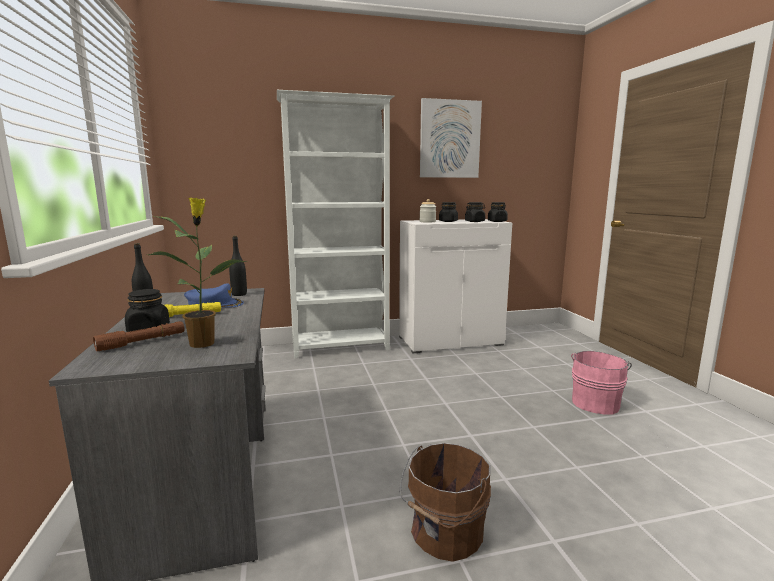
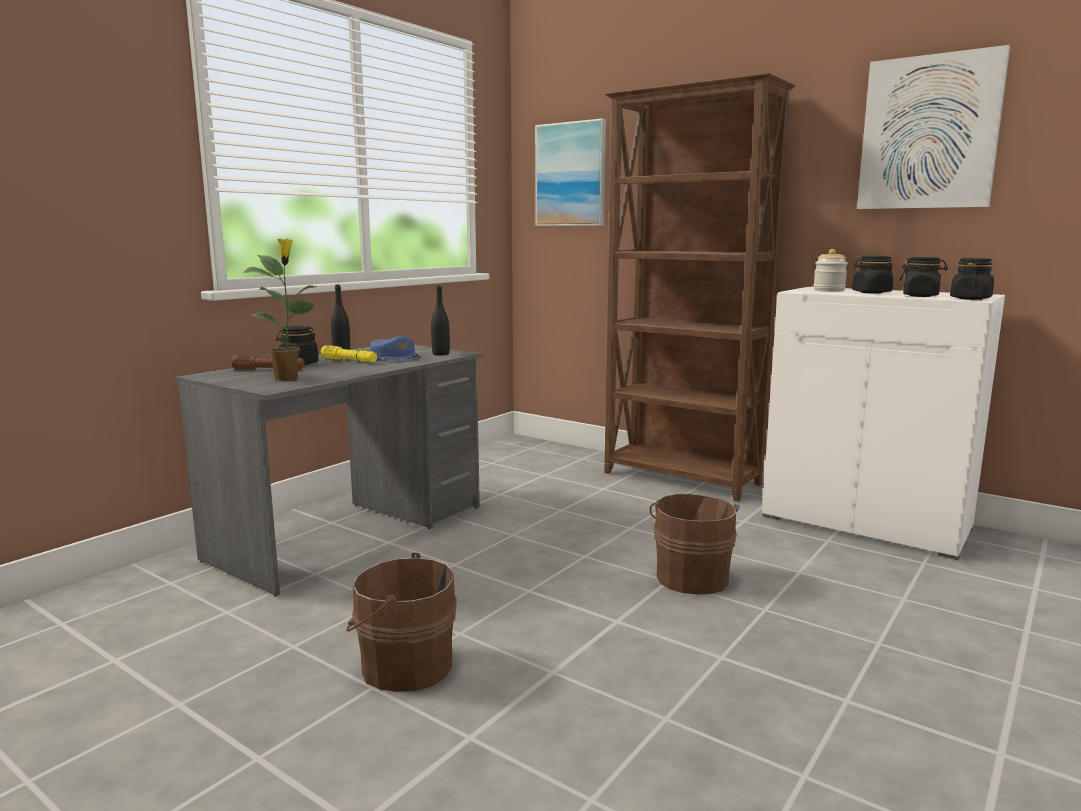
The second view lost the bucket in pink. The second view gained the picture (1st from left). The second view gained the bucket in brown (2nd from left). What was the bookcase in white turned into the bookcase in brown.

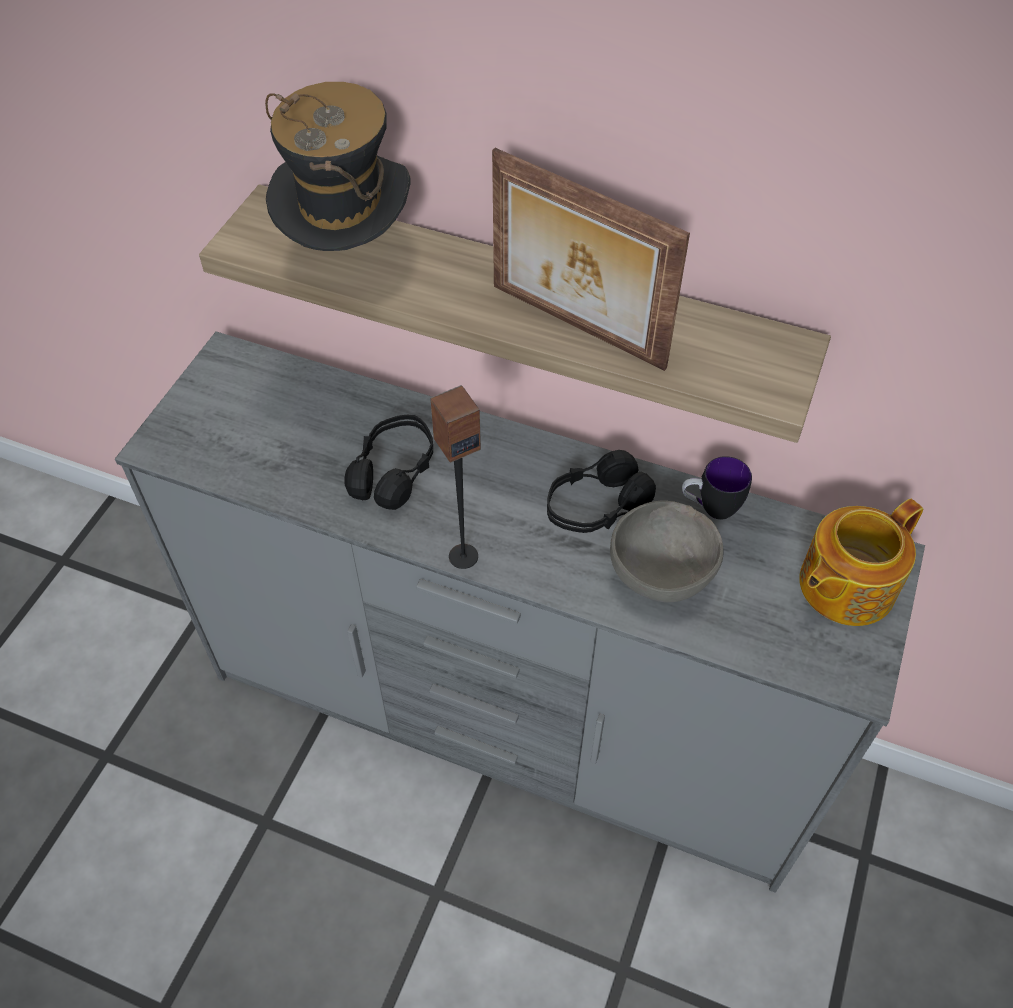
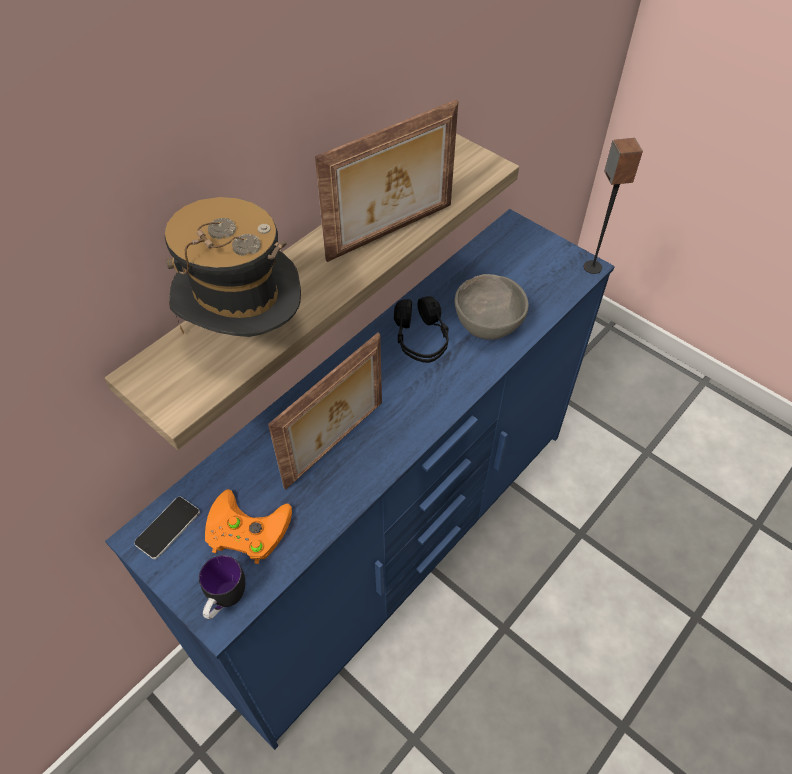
The second view lost the teapot. The second view gained the phone. The second view gained the game controller in orange. The speaker ended up elsewhere. The mug ended up elsewhere. Where the headphones in black (1st from left) stood, the picture frame (1st from left) came to stand. What was the dresser in grey turned into the dresser in blue.

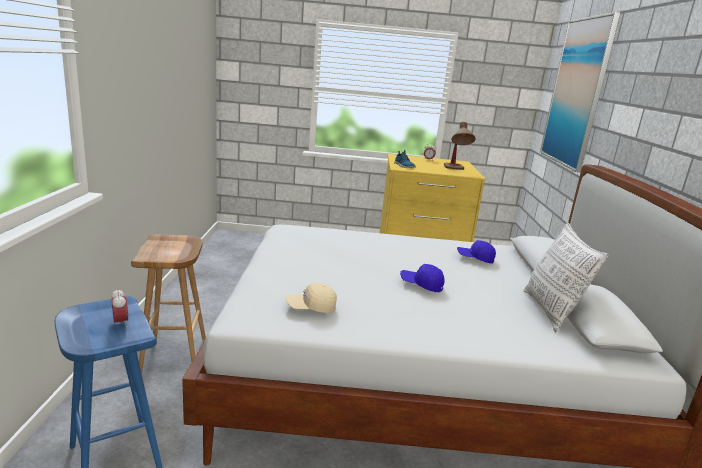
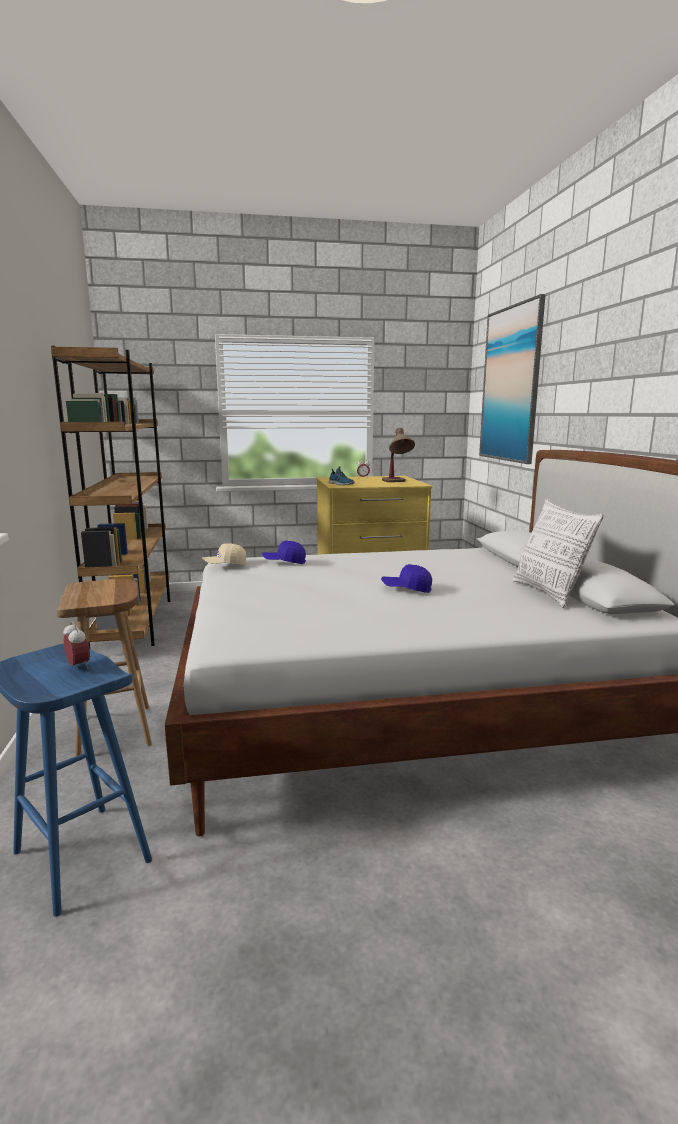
The second view gained the bookcase in brown. The cap in beige ended up elsewhere. The cap in blue (2nd from left in the first image) ended up elsewhere.

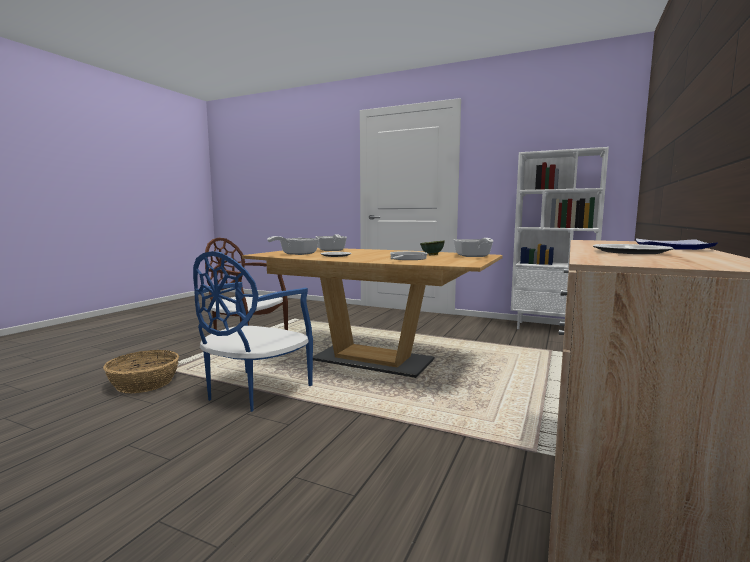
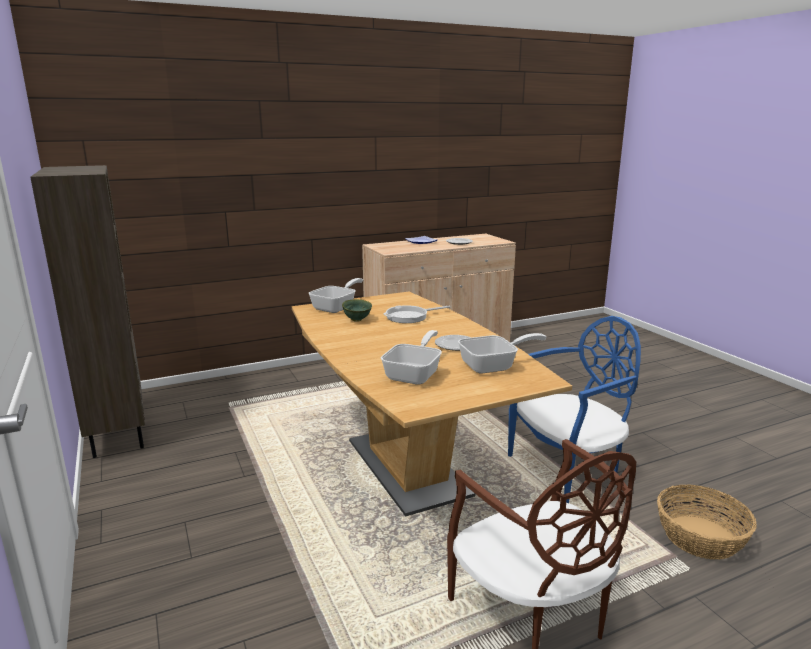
What was the bookcase in white turned into the bookcase in brown.

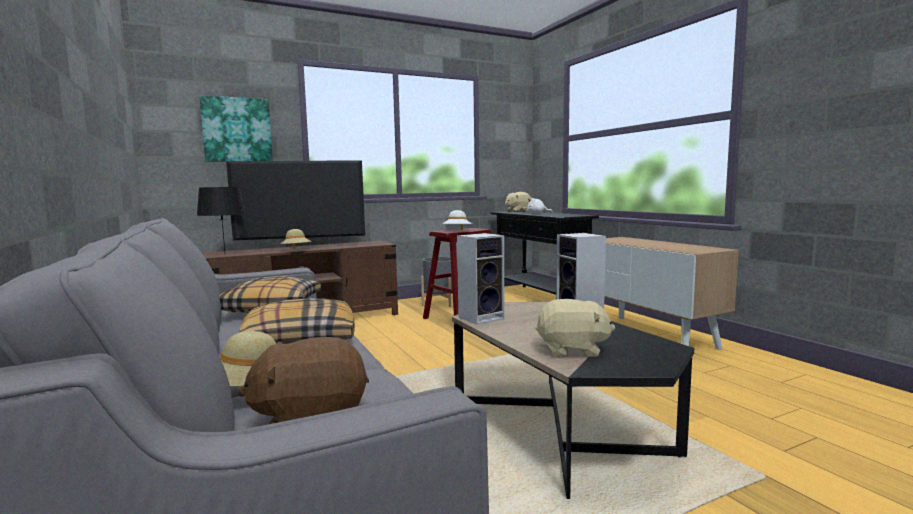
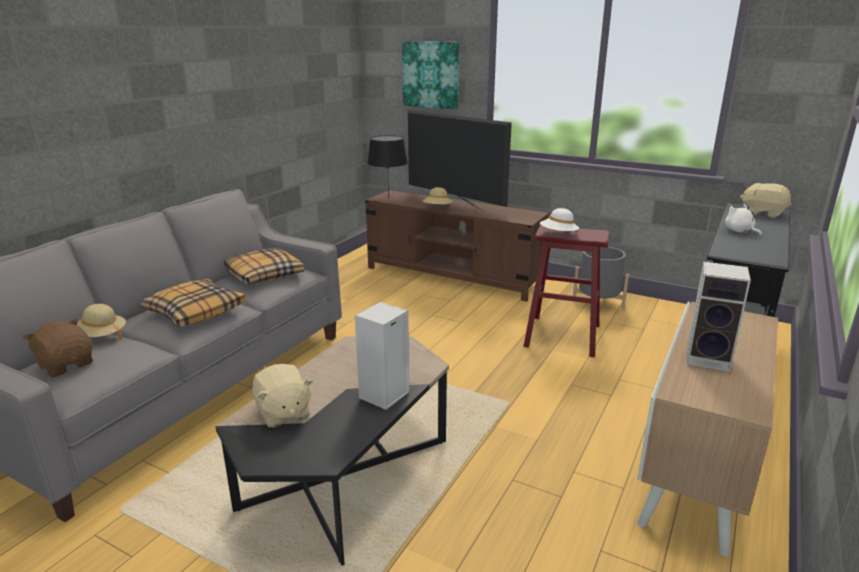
The speaker (1st from left in the first image) ended up elsewhere.

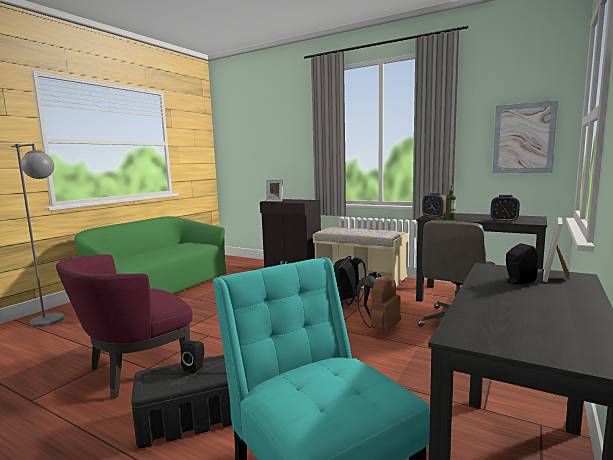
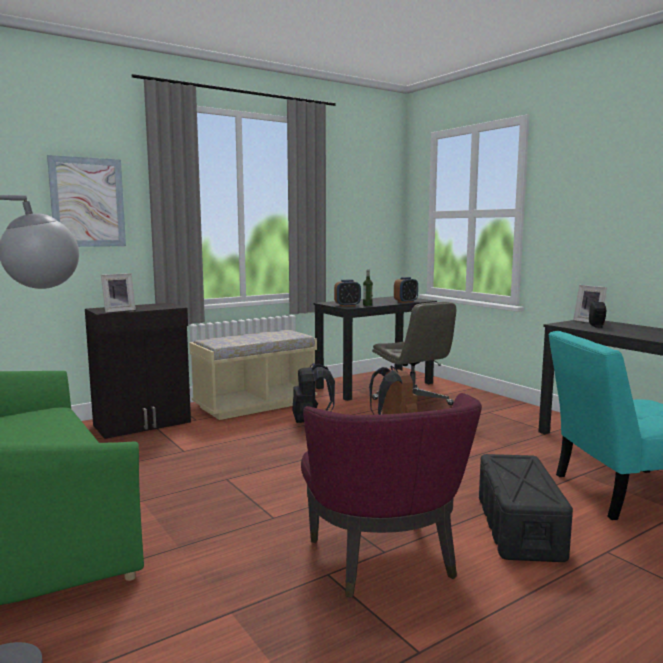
The second view lost the speaker in black (1st from left). The picture ended up elsewhere.

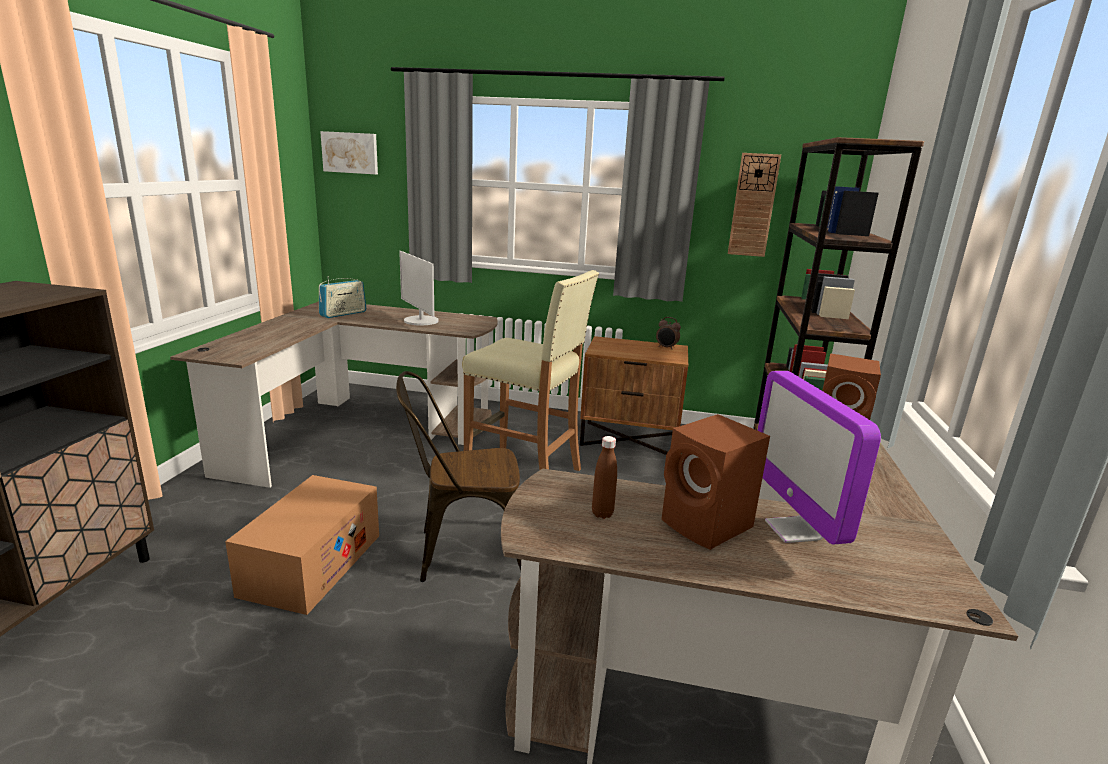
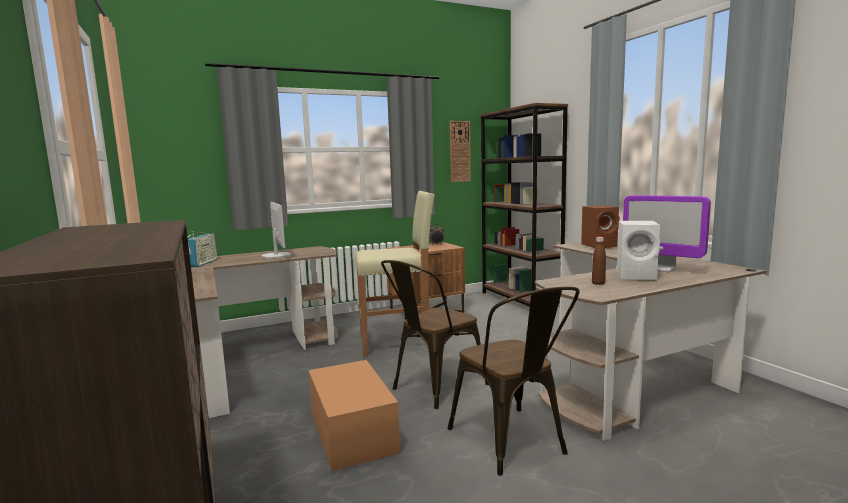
The second view lost the picture. The second view gained the chair in brown (2nd from left). What was the speaker in brown (1st from left) turned into the speaker in white. The monitor (1st from left) ended up facing another way, 135 degrees counterclockwise from before.

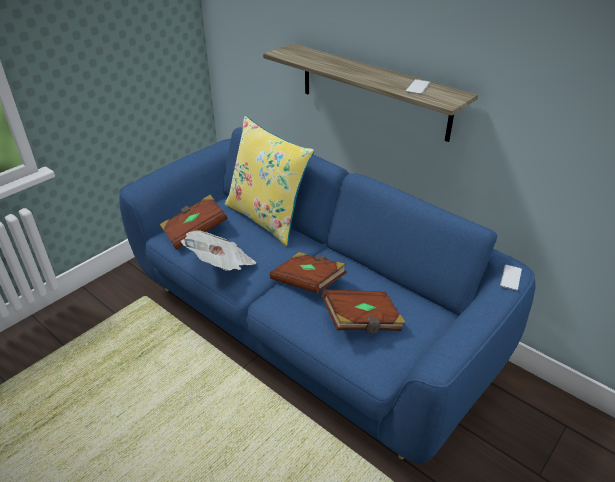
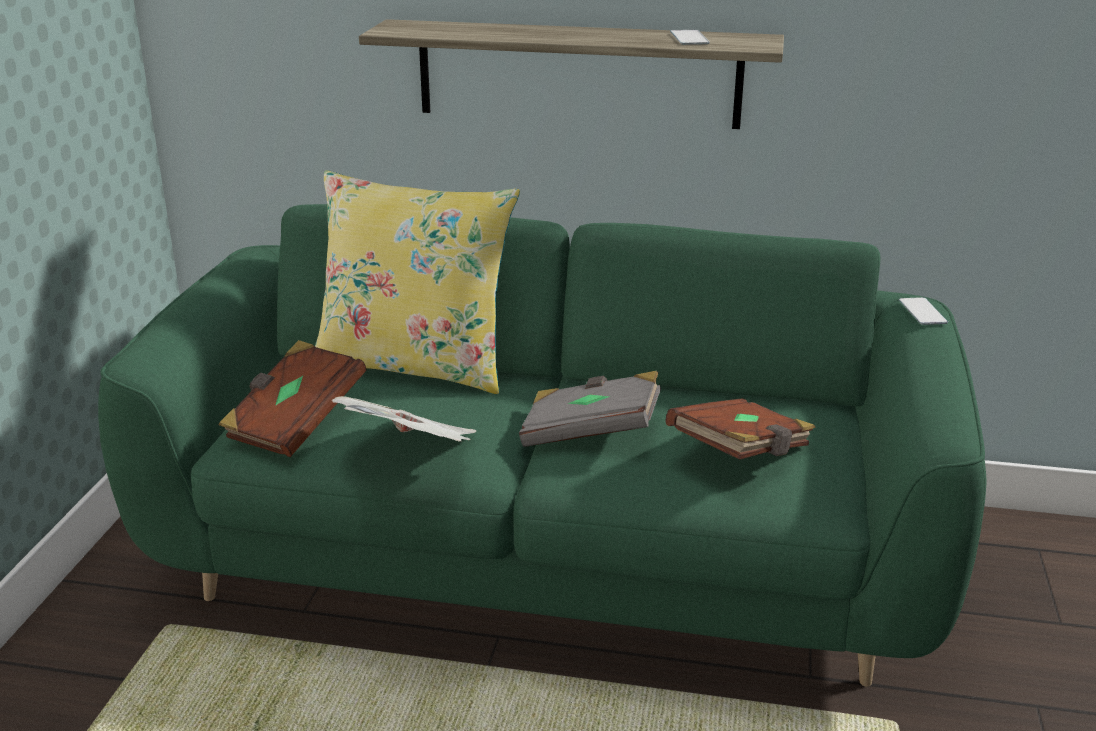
What was the sofa in blue turned into the sofa in green. What was the book in brown (2nd from left) turned into the book in grey.

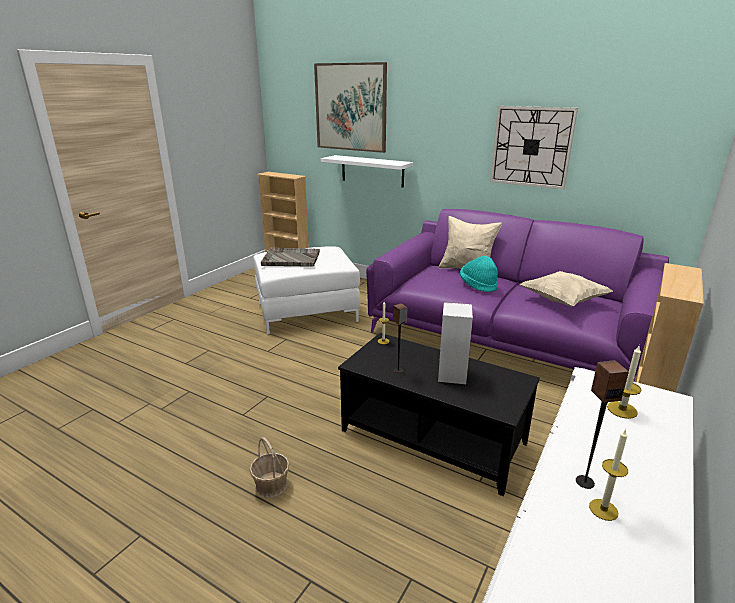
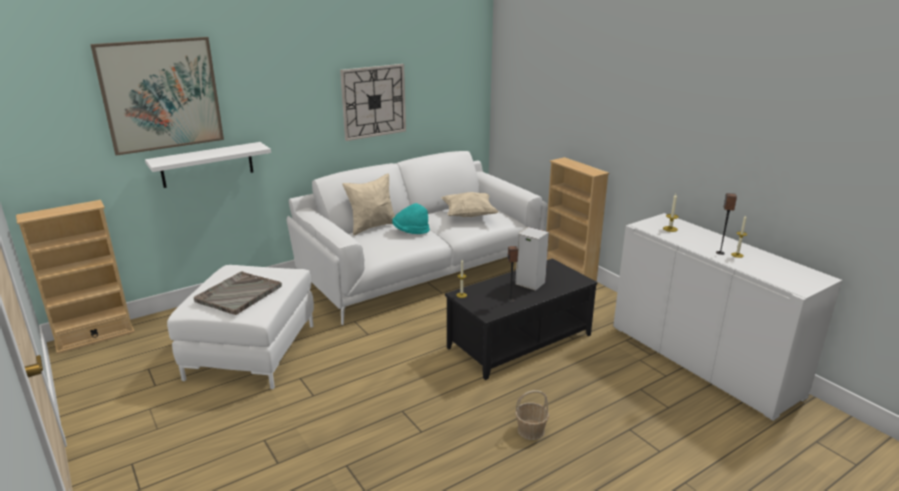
What was the sofa in purple turned into the sofa in white.

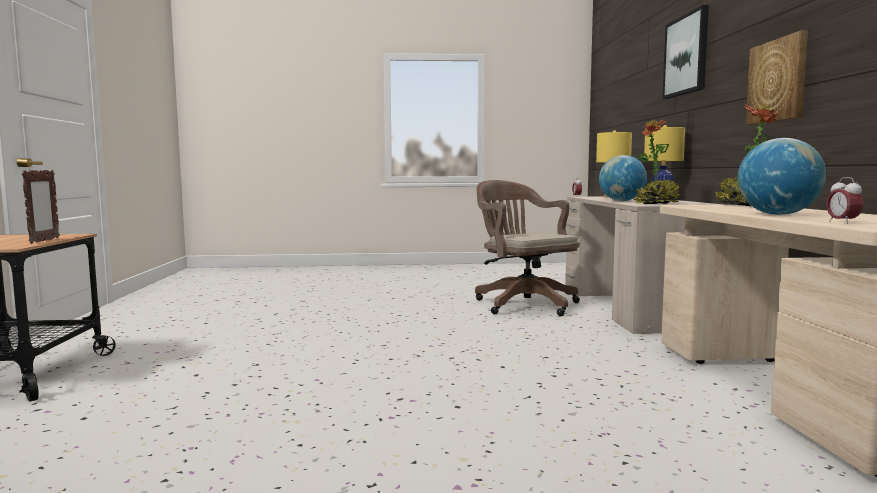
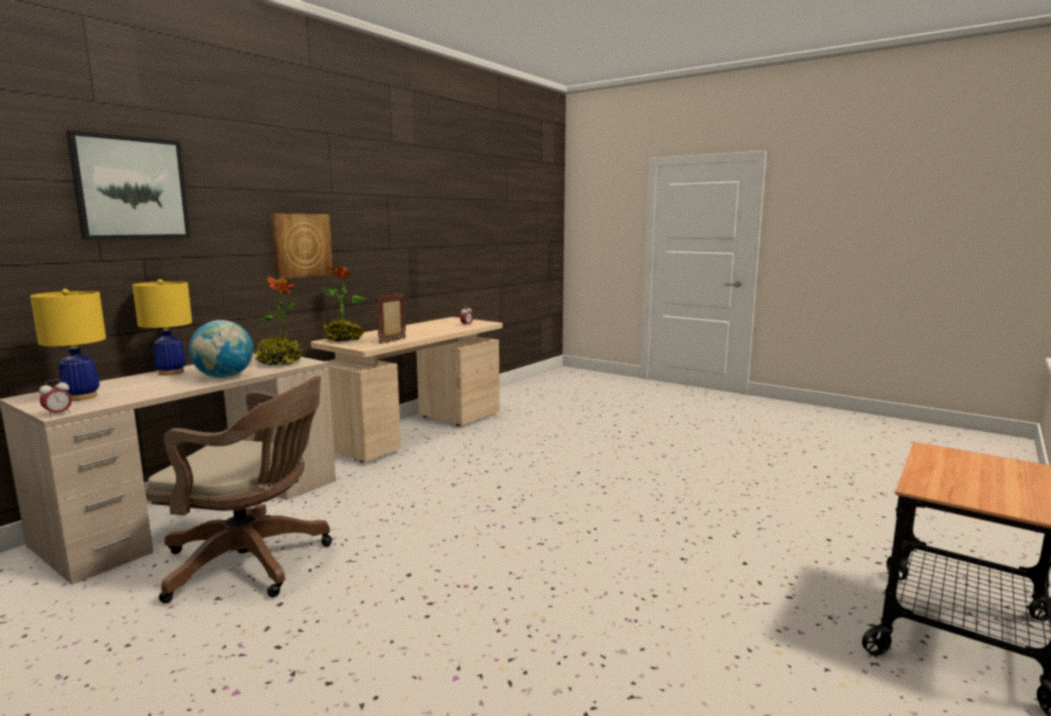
The second view lost the globe (2nd from left). The picture frame ended up elsewhere. The office chair in brown ended up facing another way, 90 degrees counterclockwise from before.

